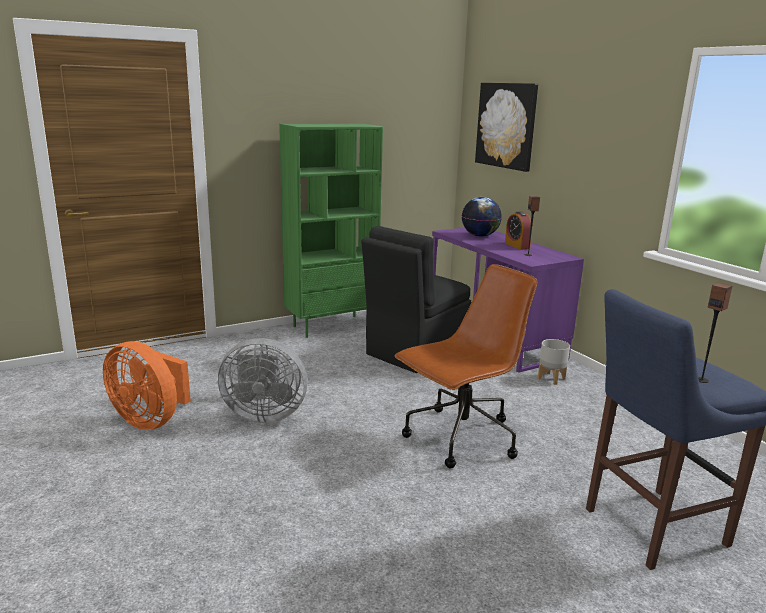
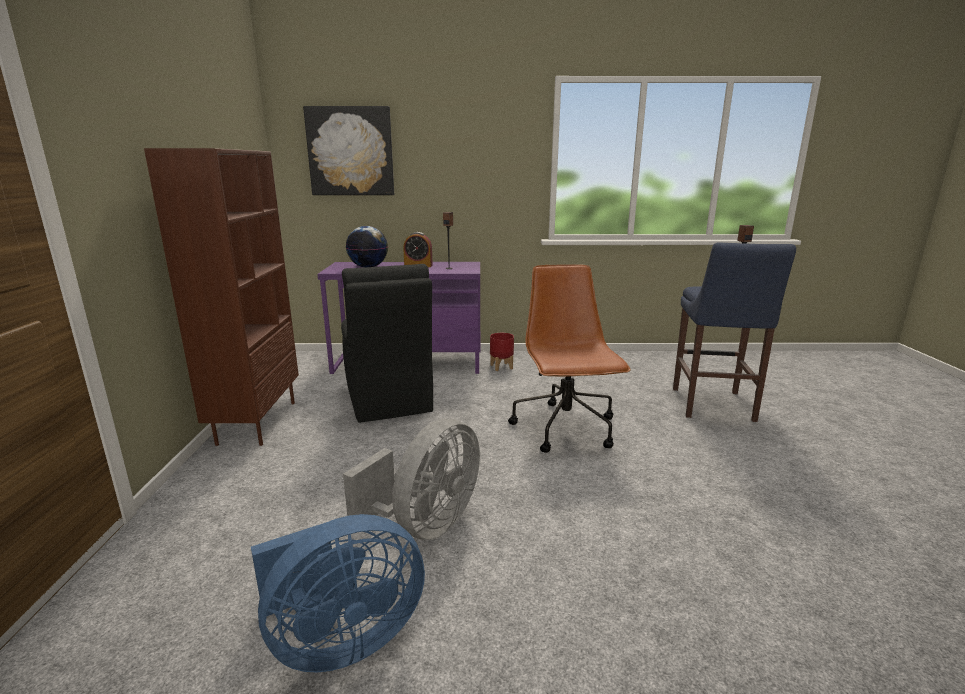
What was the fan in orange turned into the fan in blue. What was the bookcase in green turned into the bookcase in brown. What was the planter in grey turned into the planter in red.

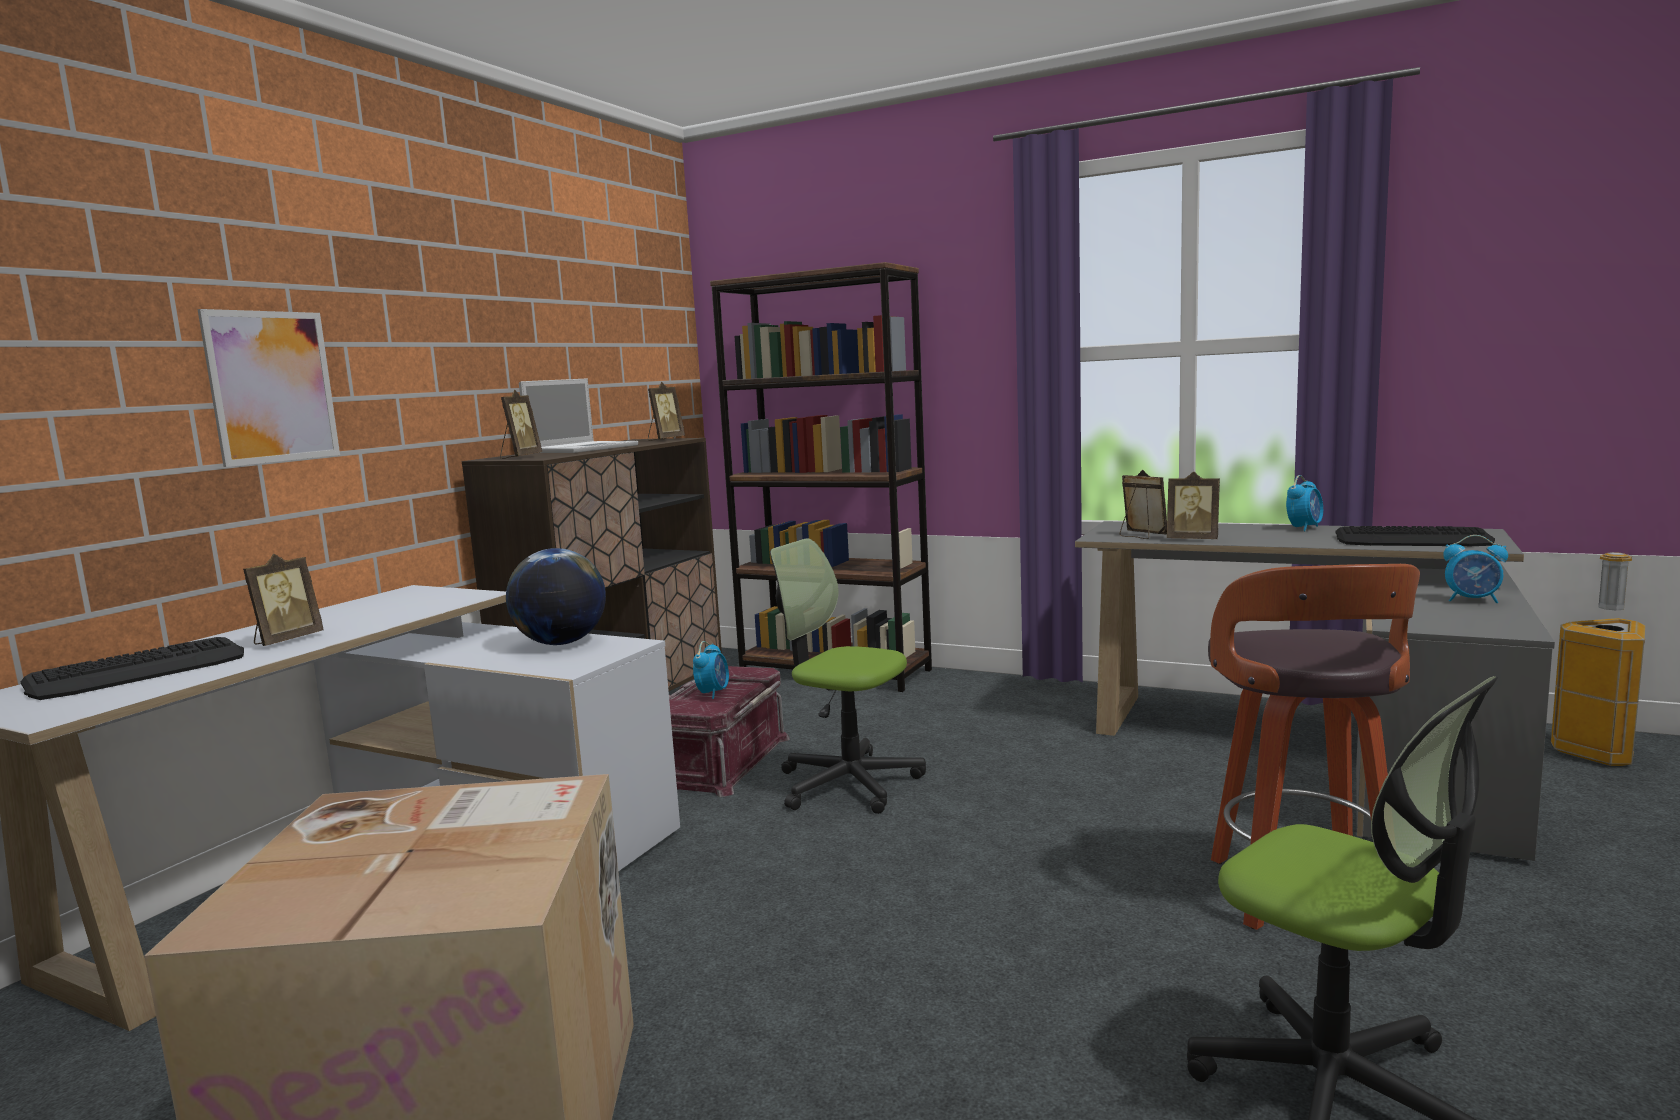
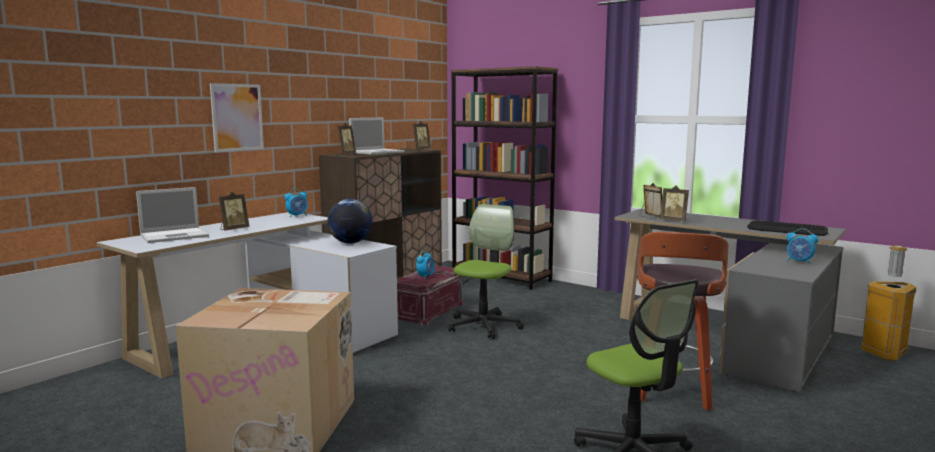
The alarm clock (2nd from left in the first image) ended up elsewhere. Where the keyboard (1st from left) stood, the laptop (1st from left) came to stand. The office chair (1st from left) ended up facing another way, 75 degrees clockwise from before.

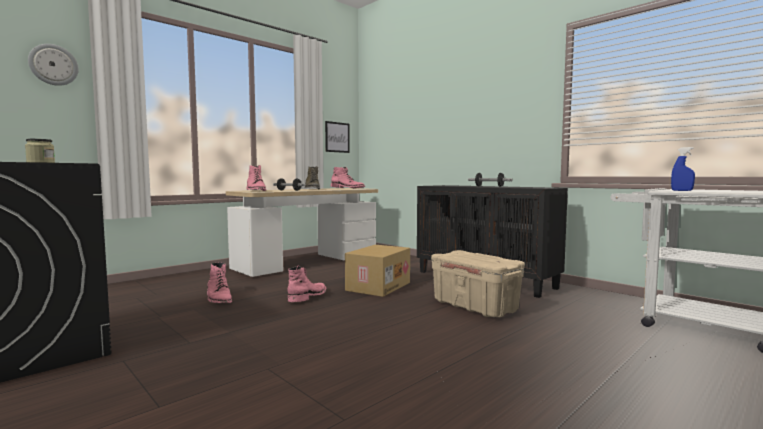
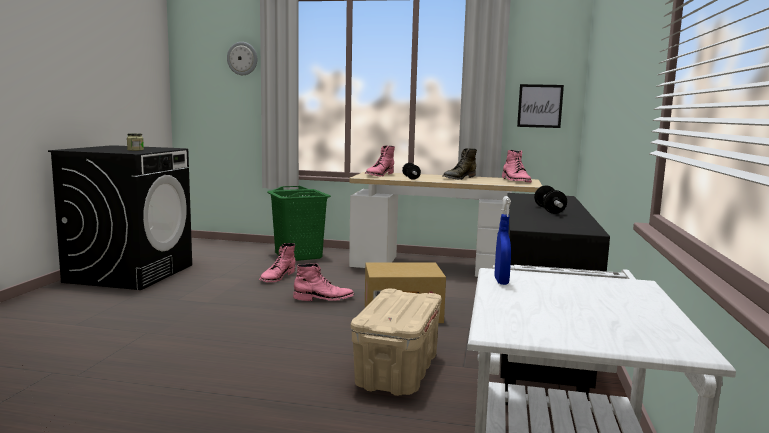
The second view gained the laundry basket in green.

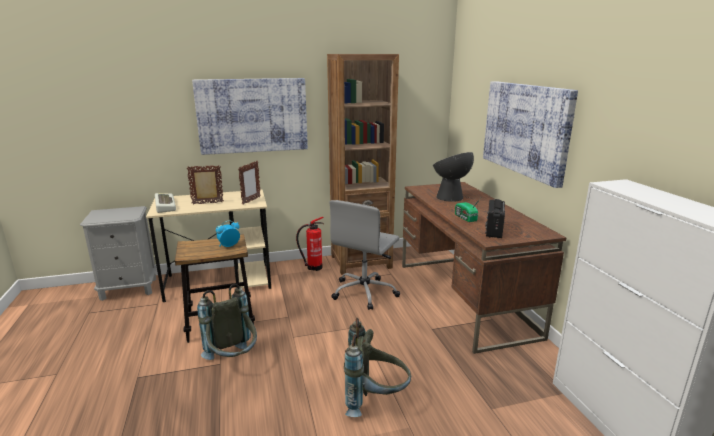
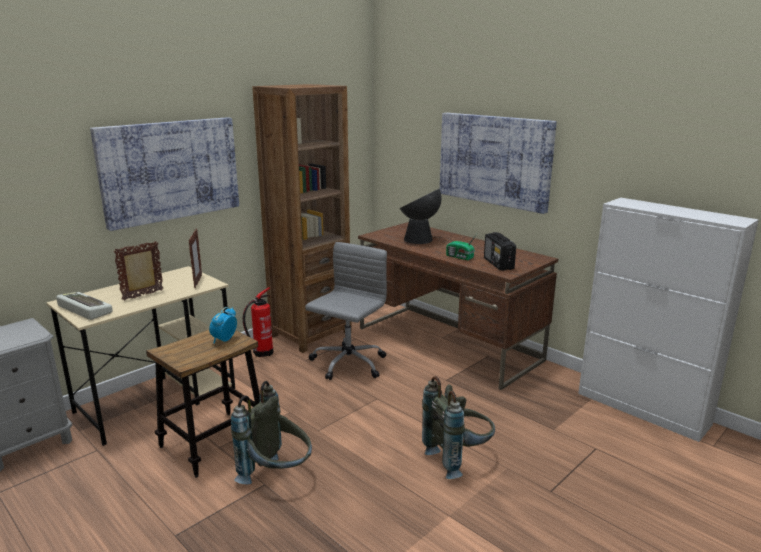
The office chair in grey ended up facing another way, 150 degrees counterclockwise from before.

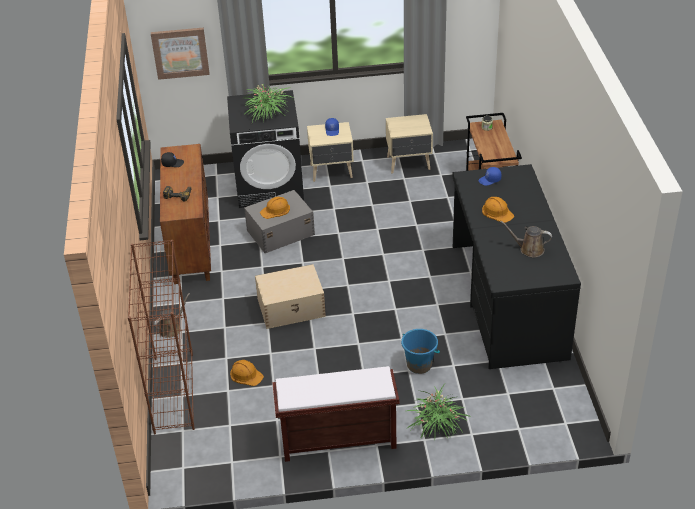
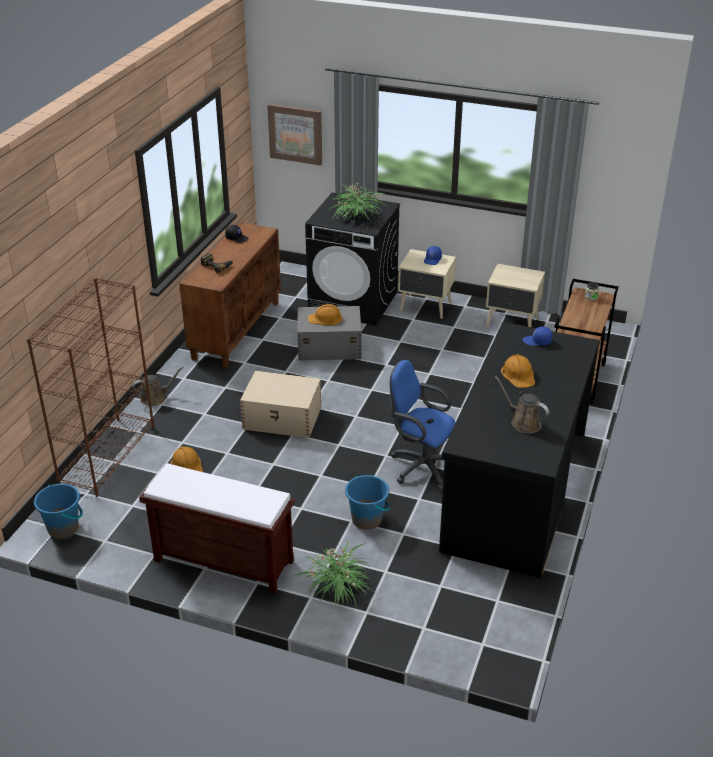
The second view gained the bucket in blue (1st from left). The second view gained the office chair in blue.

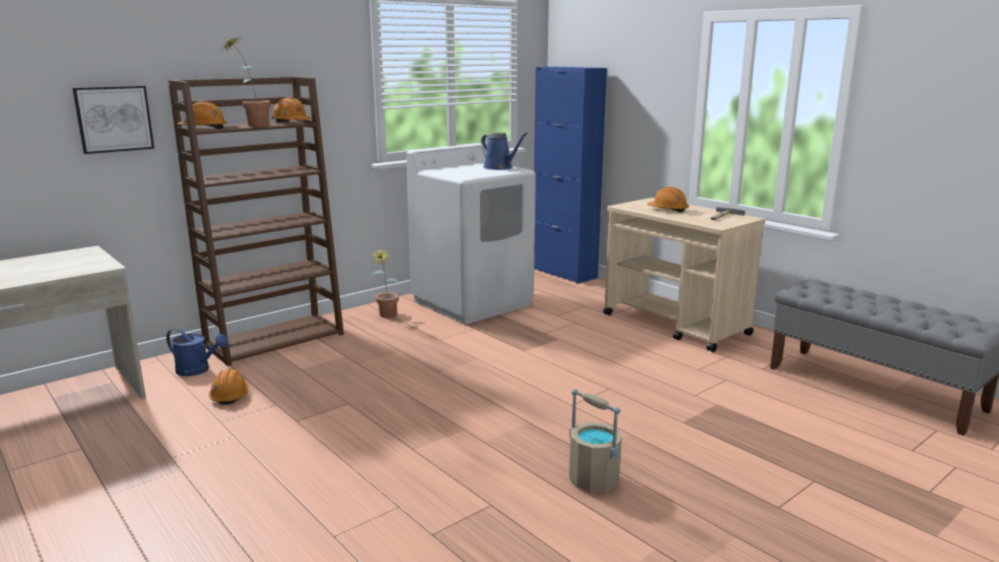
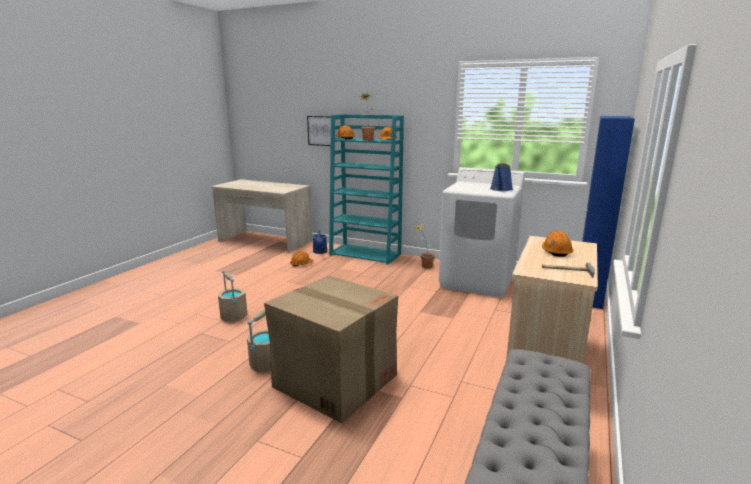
The second view gained the bucket in beige (1st from left). The second view gained the cardboard box. What was the bookcase in brown turned into the bookcase in turquoise.

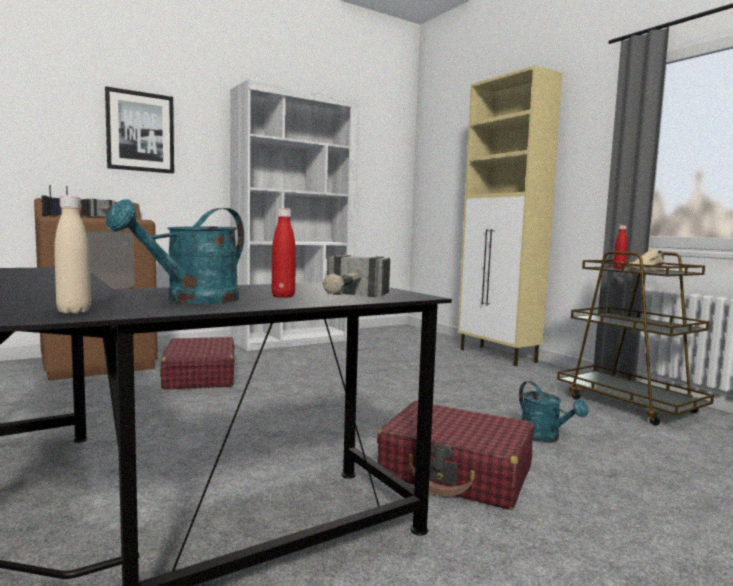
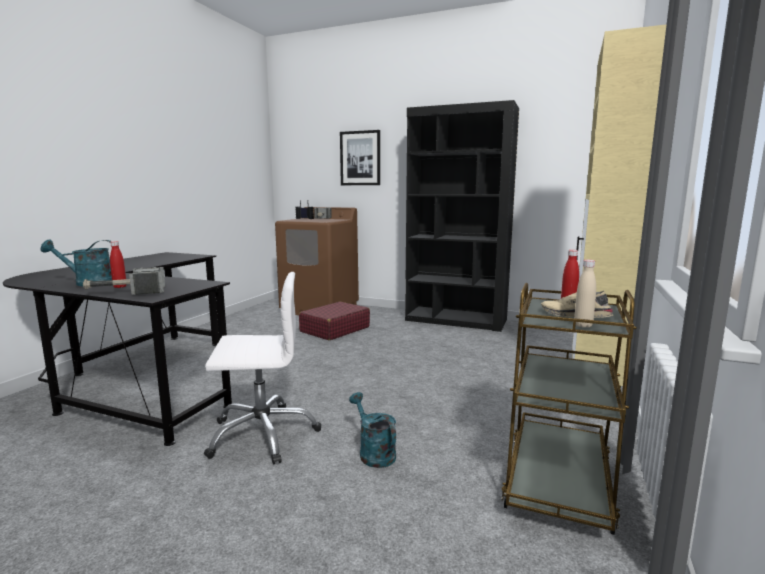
The bottle in beige ended up elsewhere. Where the suitcase in red (2nd from left) stood, the office chair in white came to stand. What was the bookcase in white turned into the bookcase in black. The watering can in turquoise (2nd from left) ended up facing another way, 120 degrees clockwise from before.

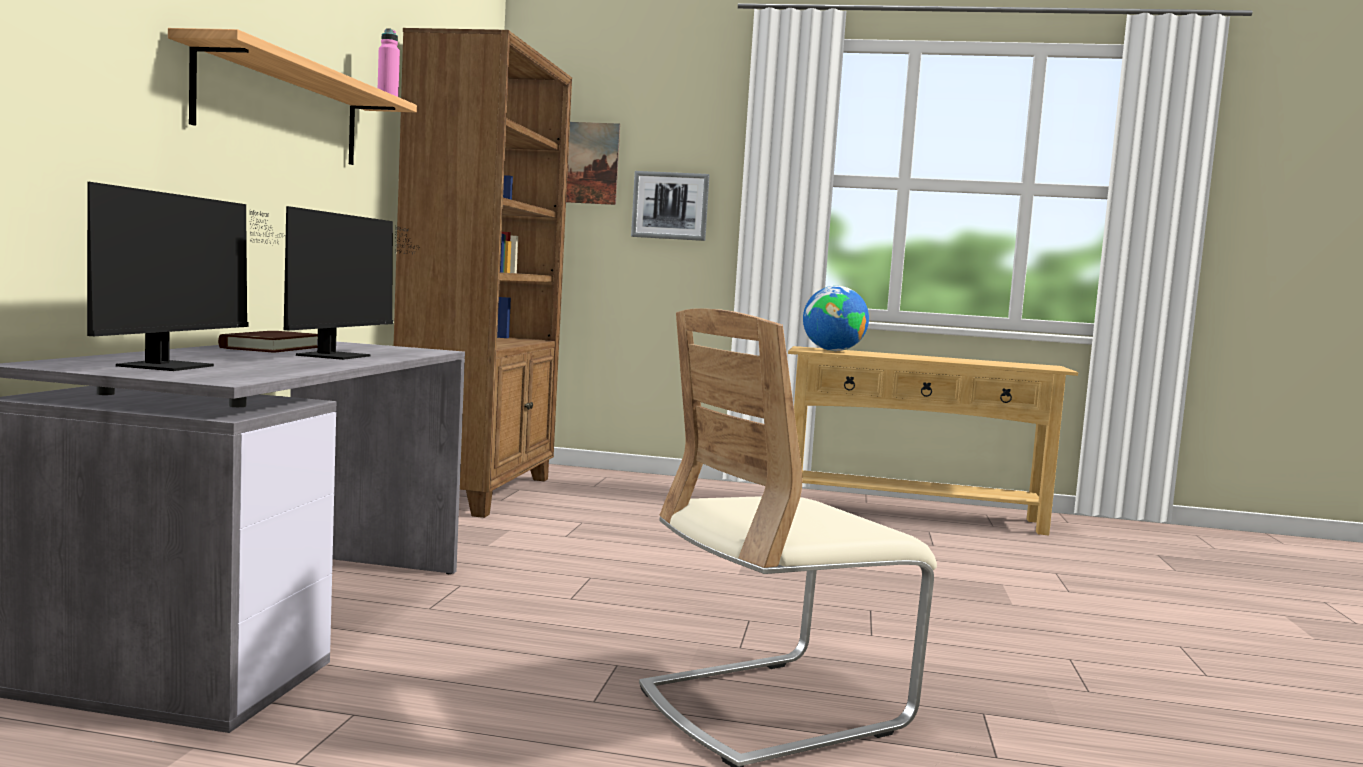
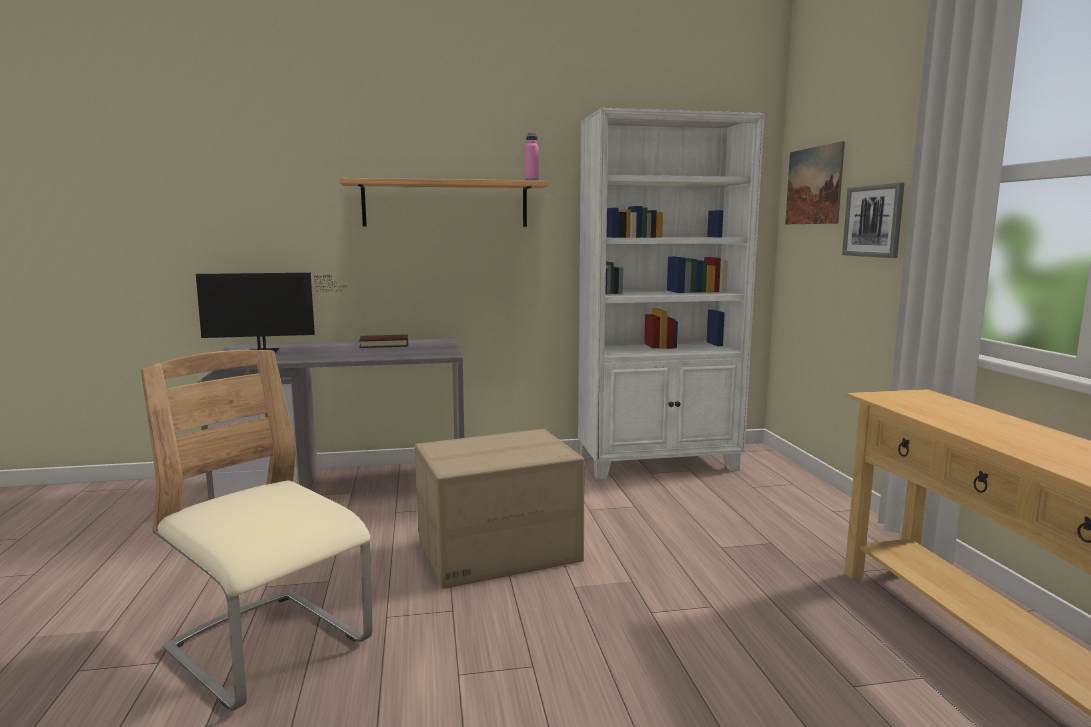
The second view lost the monitor (2nd from left). The second view lost the globe. The second view gained the cardboard box. What was the bookcase in brown turned into the bookcase in white.

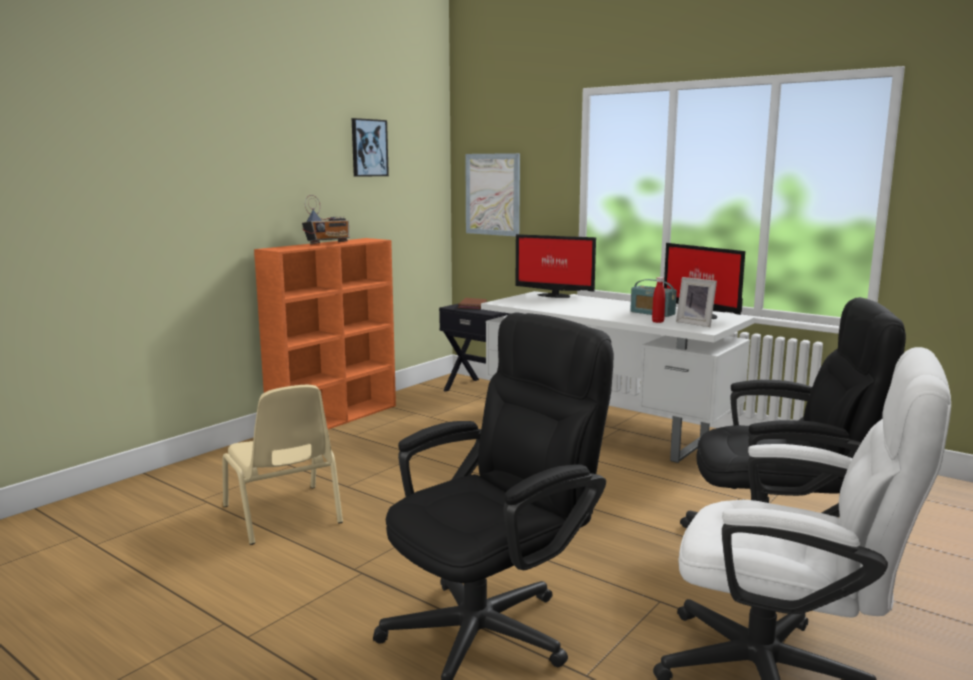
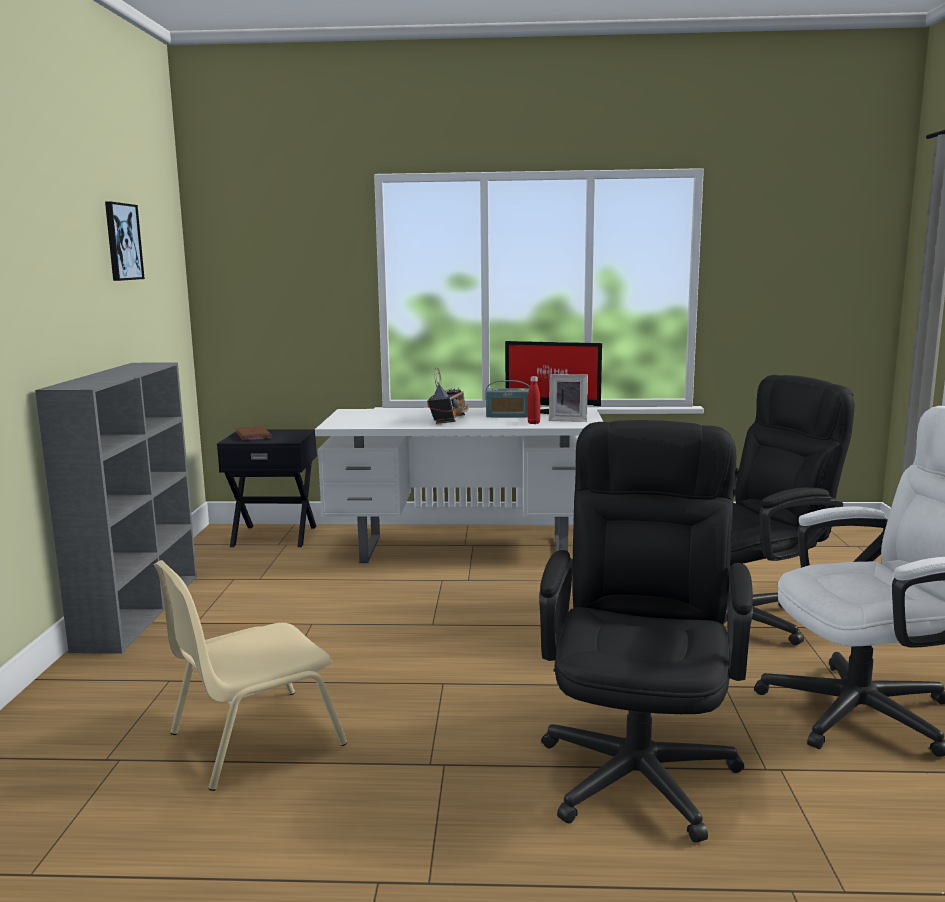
The second view lost the picture (2nd from left). The second view lost the monitor (1st from left). The radio (1st from left) ended up elsewhere. What was the bookcase in orange turned into the bookcase in grey. The chair in beige ended up facing another way, 120 degrees clockwise from before.

